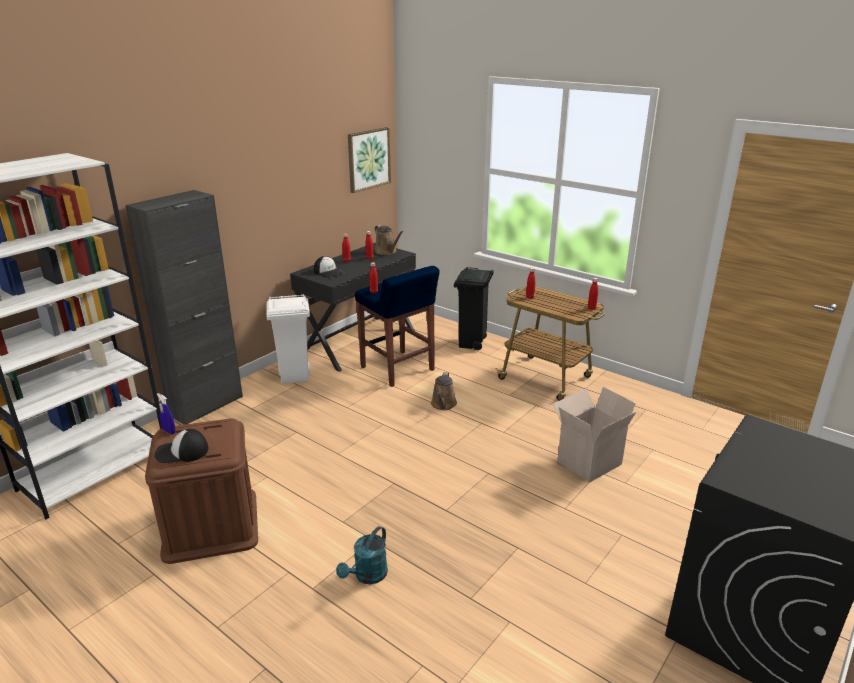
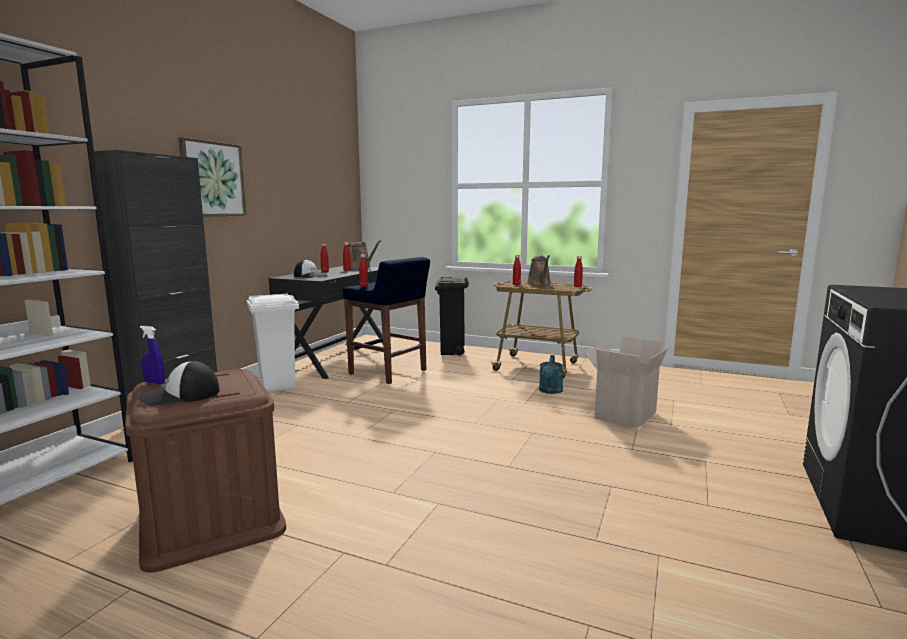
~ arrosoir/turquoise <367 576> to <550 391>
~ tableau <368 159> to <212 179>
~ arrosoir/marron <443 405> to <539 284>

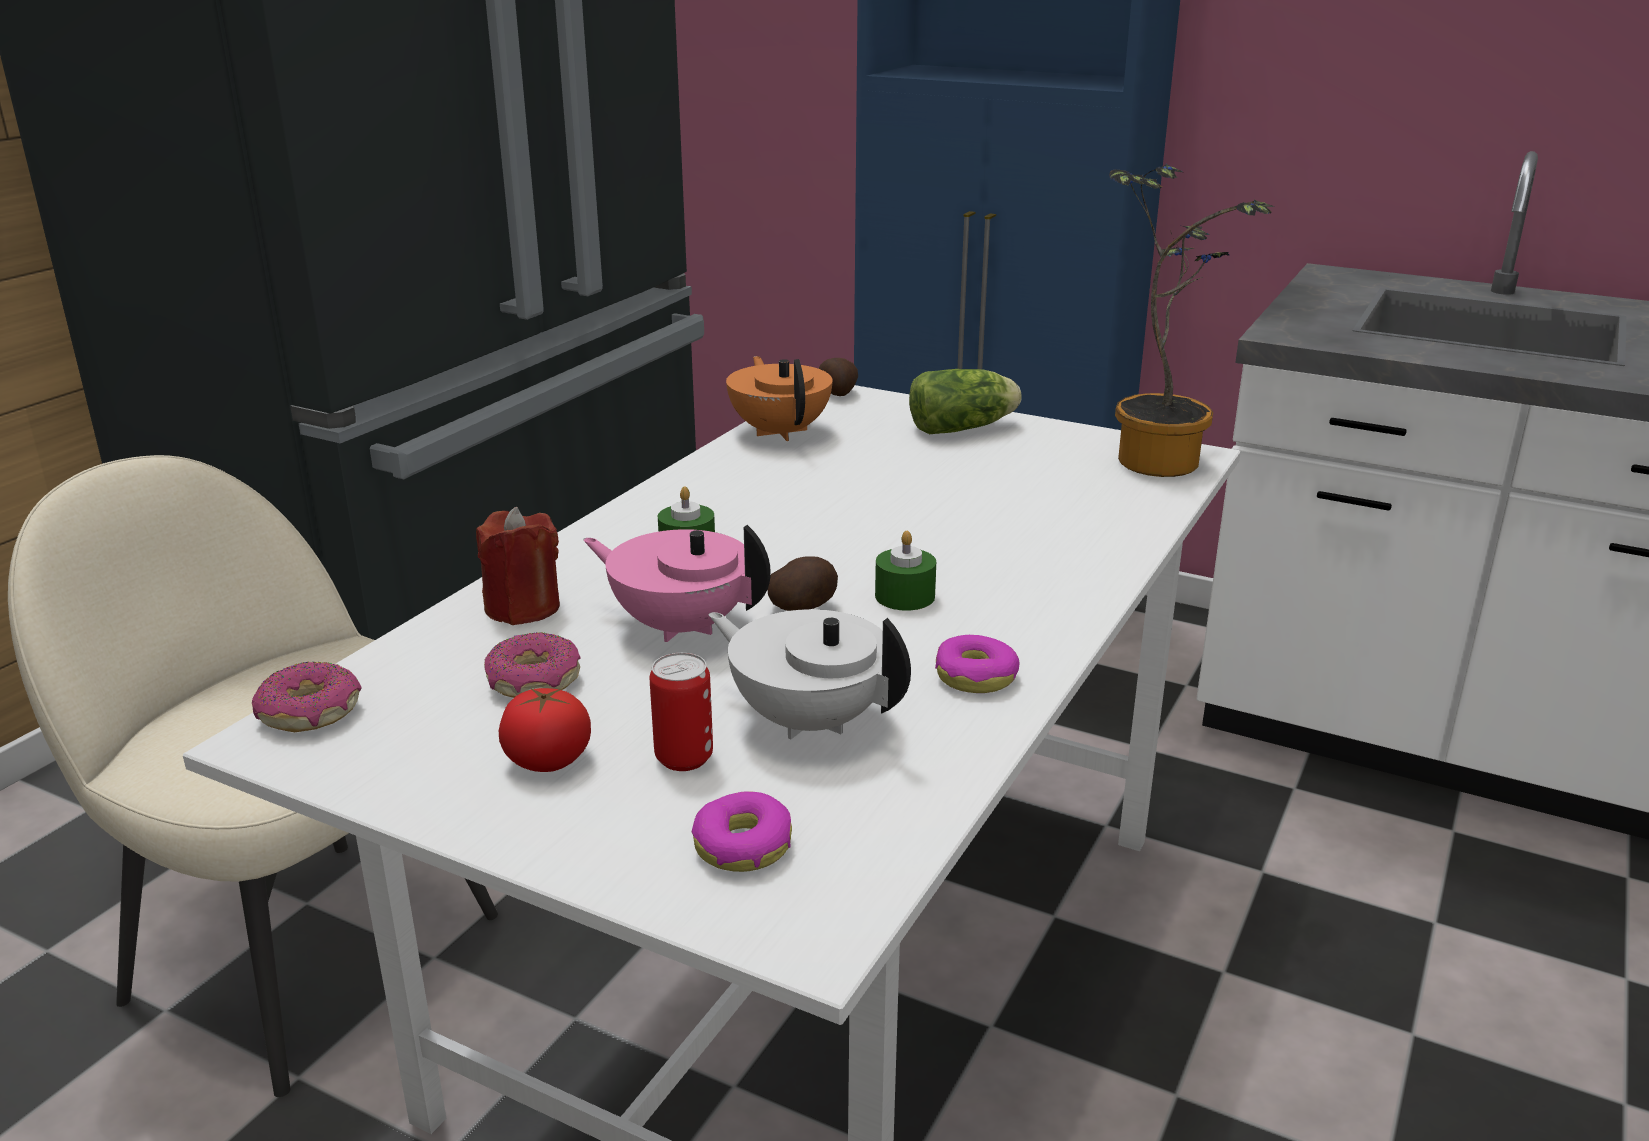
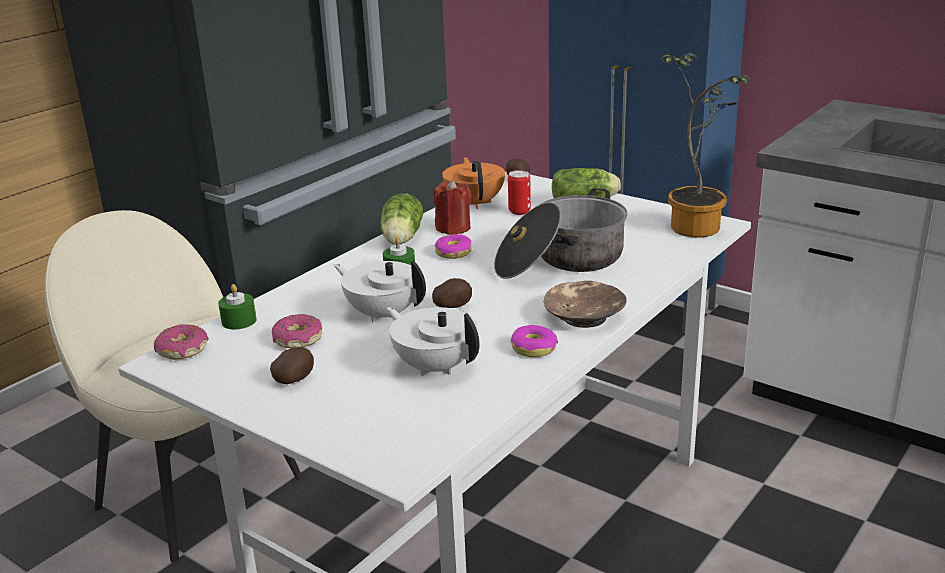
+ laitue <401 240>
+ marmite <561 261>
+ bol/marron <585 317>
~ bougie/rouge <523 608> to <453 228>
~ boîte métallique <684 758> to <519 211>
~ beignet <742 846> to <453 252>
~ bougie/vert <905 596> to <239 321>
~ tomate <548 760> to pomme de terre <295 379>
~ théière/rose <681 625> to théière/blanc <383 314>

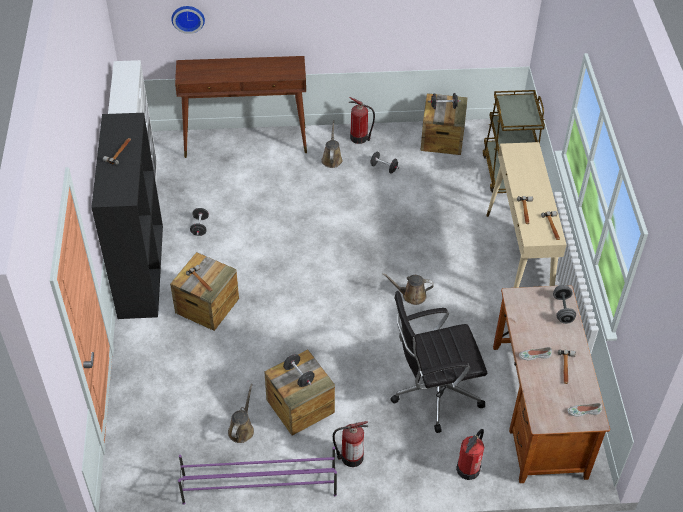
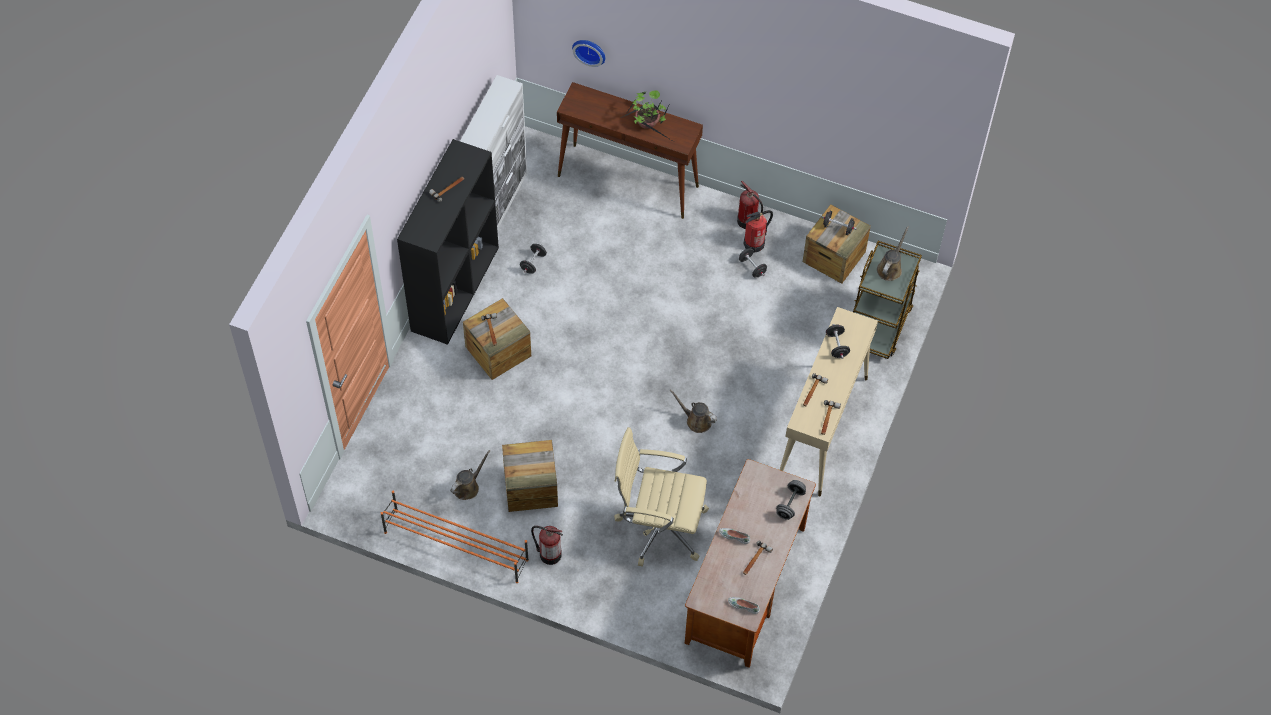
+ plante en pot <648 125>
~ haltère/noir <299 376> to <837 346>
~ arrosoir/marron <332 158> to <890 268>
~ extincteur <468 469> to <754 243>
~ étagère à chaussures/violet <258 486> to étagère à chaussures/orange <455 545>
~ chaise de bureau/noir <433 392> to chaise de bureau/beige <659 526>

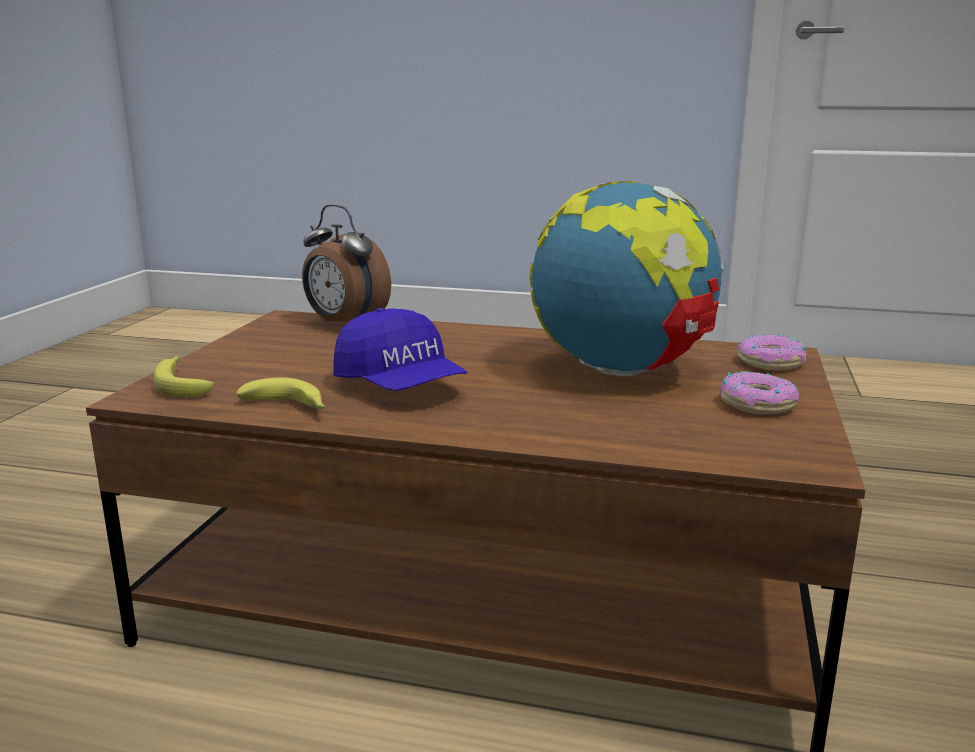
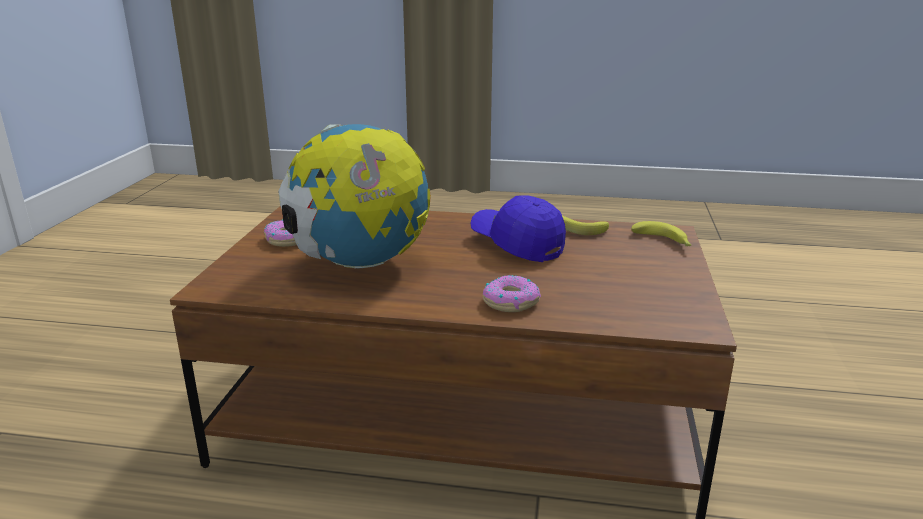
- réveil <344 324>
~ beignet <771 363> to <510 301>

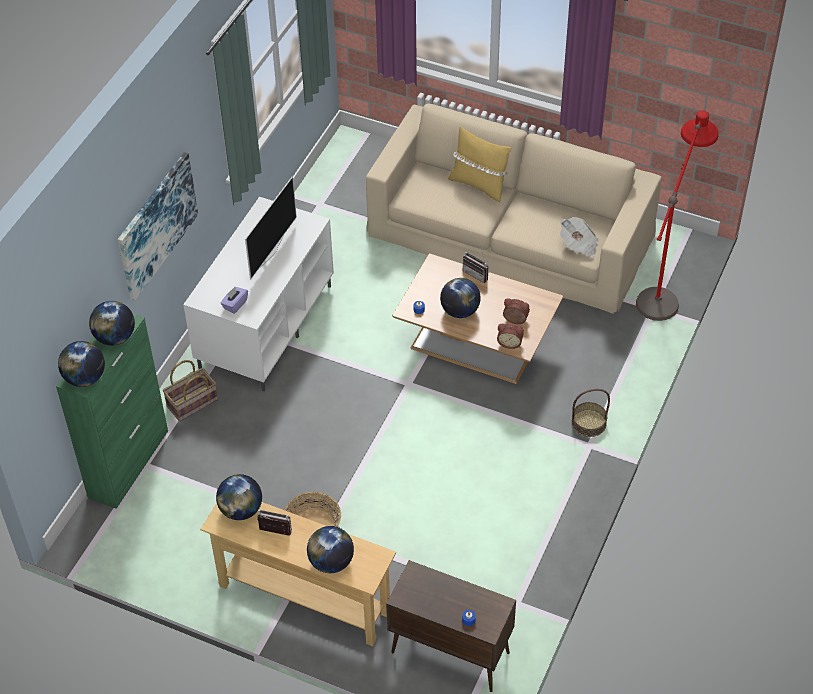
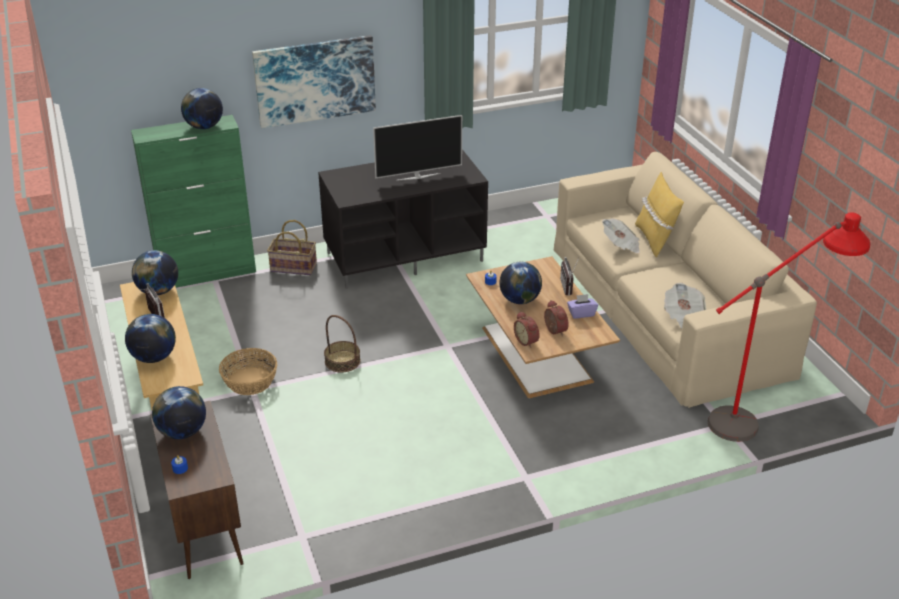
+ journal <621 245>
~ globe <85 378> to <182 432>
~ boîte à mouchoirs/violet <235 305> to <581 313>
~ panier <589 423> to <342 361>
~ meuble télé/blanc <265 325> to meuble télé/noir <405 256>

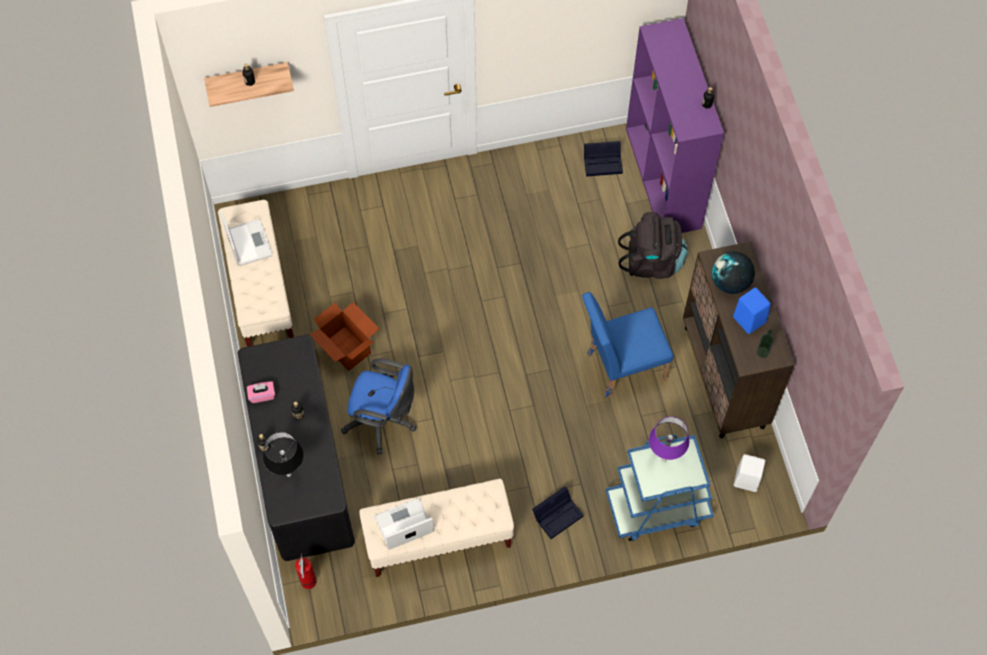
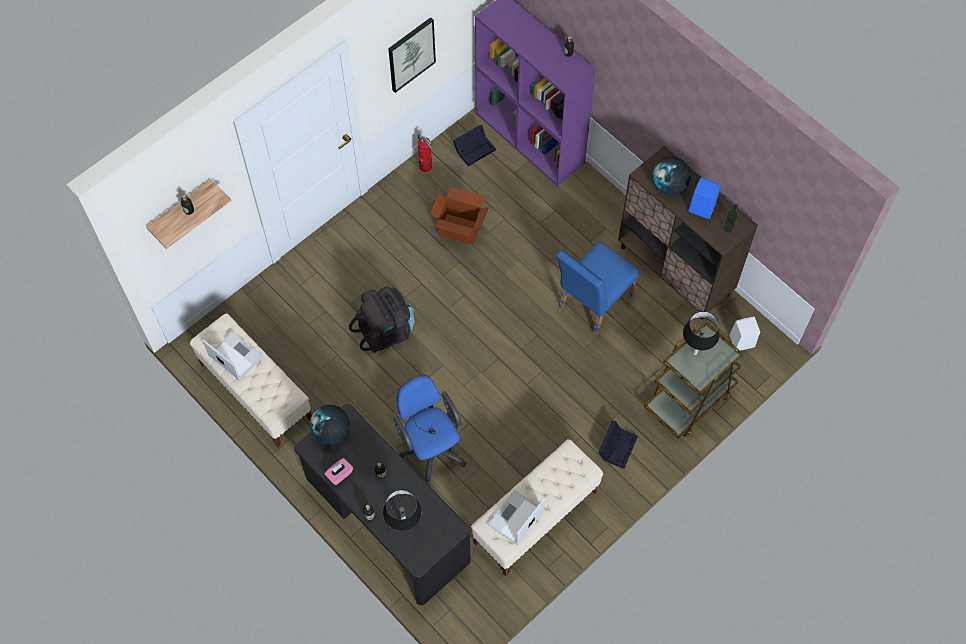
+ globe <331 432>
+ tableau <411 54>
~ extincteur <308 583> to <426 167>
~ carton <347 348> to <460 228>
~ sac à dos/noir <652 262> to <386 331>
~ chariot/bleu <657 507> to chariot/marron <689 399>
~ lampe de table/violet <664 459> to lampe de table/noir <695 353>
~ chaise de bureau/bleu <383 421> = <430 447> 105 degrees counterclockwise

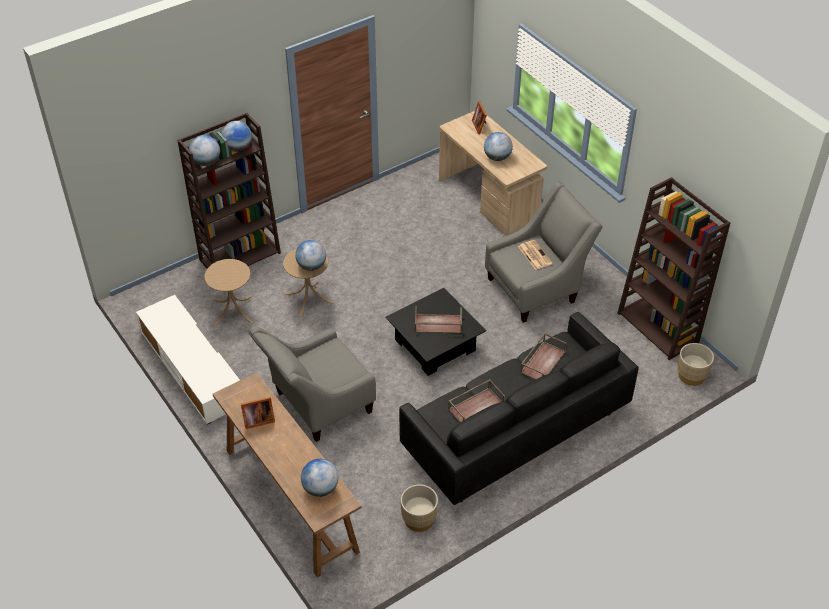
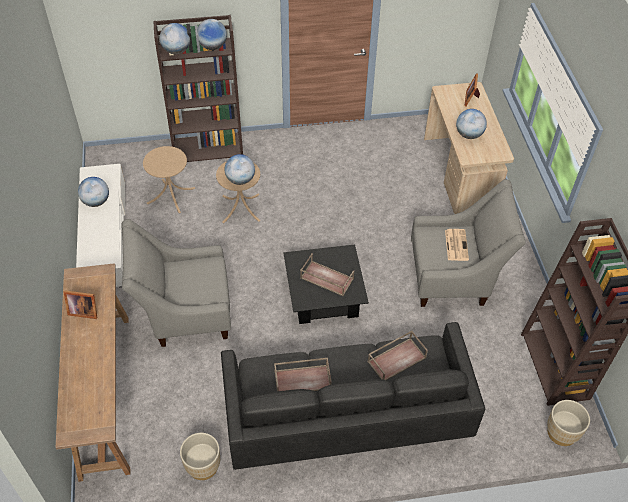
~ globe <320 488> to <96 202>

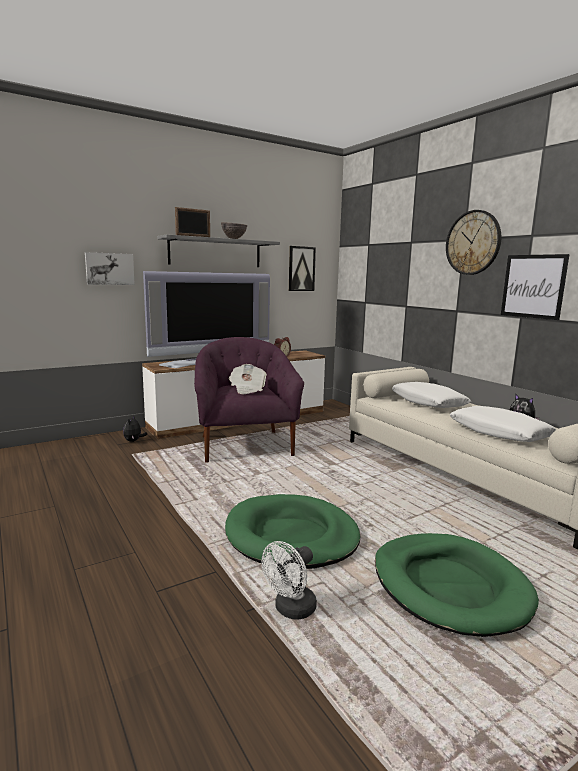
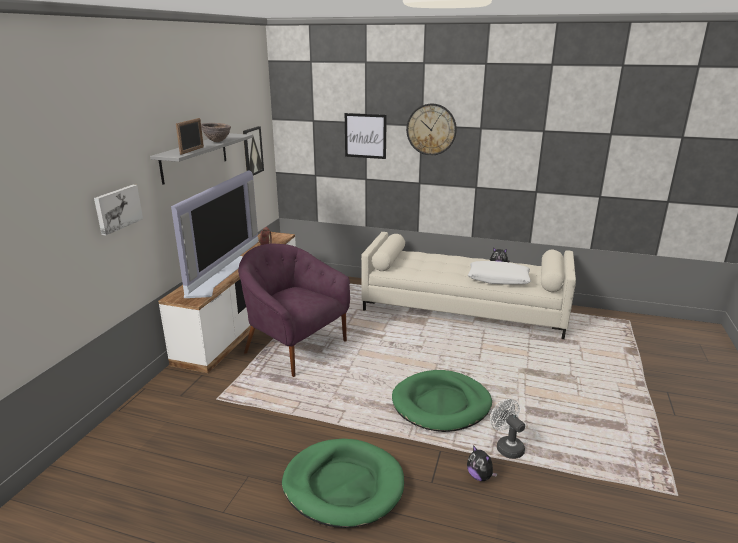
- journal <247 389>
- coussin/blanc <428 403>
~ peluche <134 441> to <480 476>
~ panier pour chien/vert <449 586> to <343 485>
~ tableau <533 286> to <365 136>
~ ventilateur/blanc <291 610> = <506 446> 150 degrees clockwise

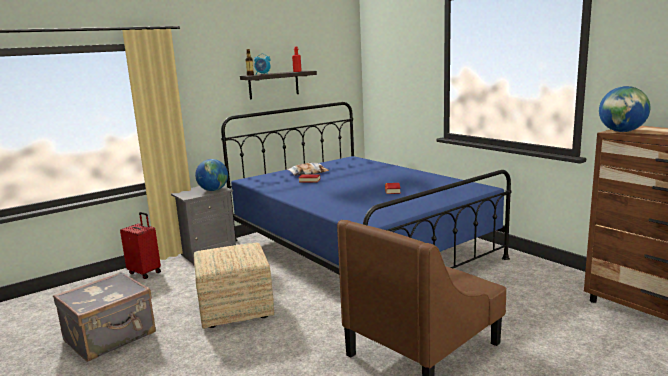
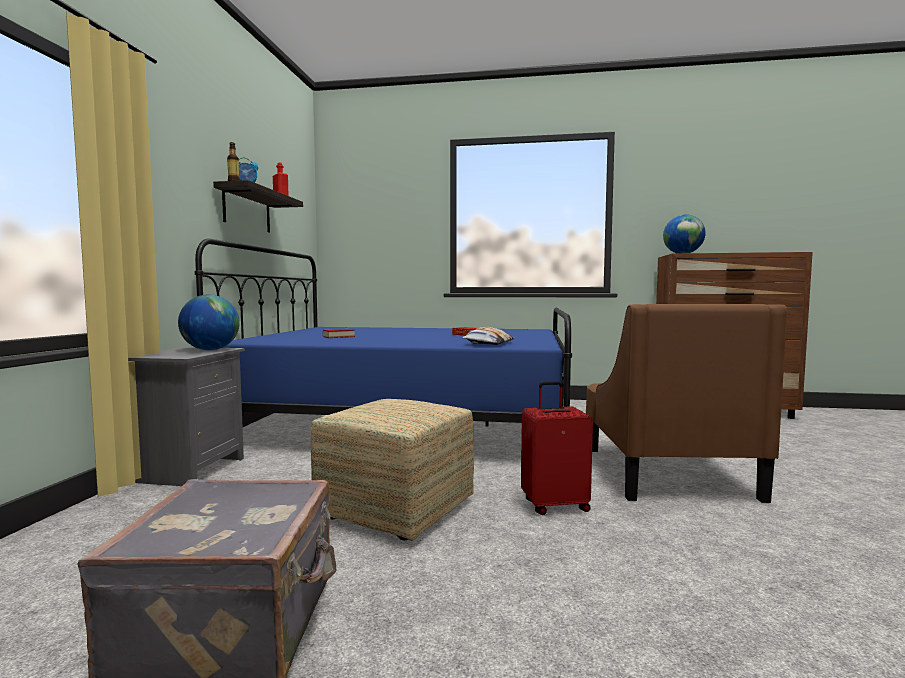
~ valise/rouge <145 272> to <554 505>
~ coussin <308 173> to <488 344>

